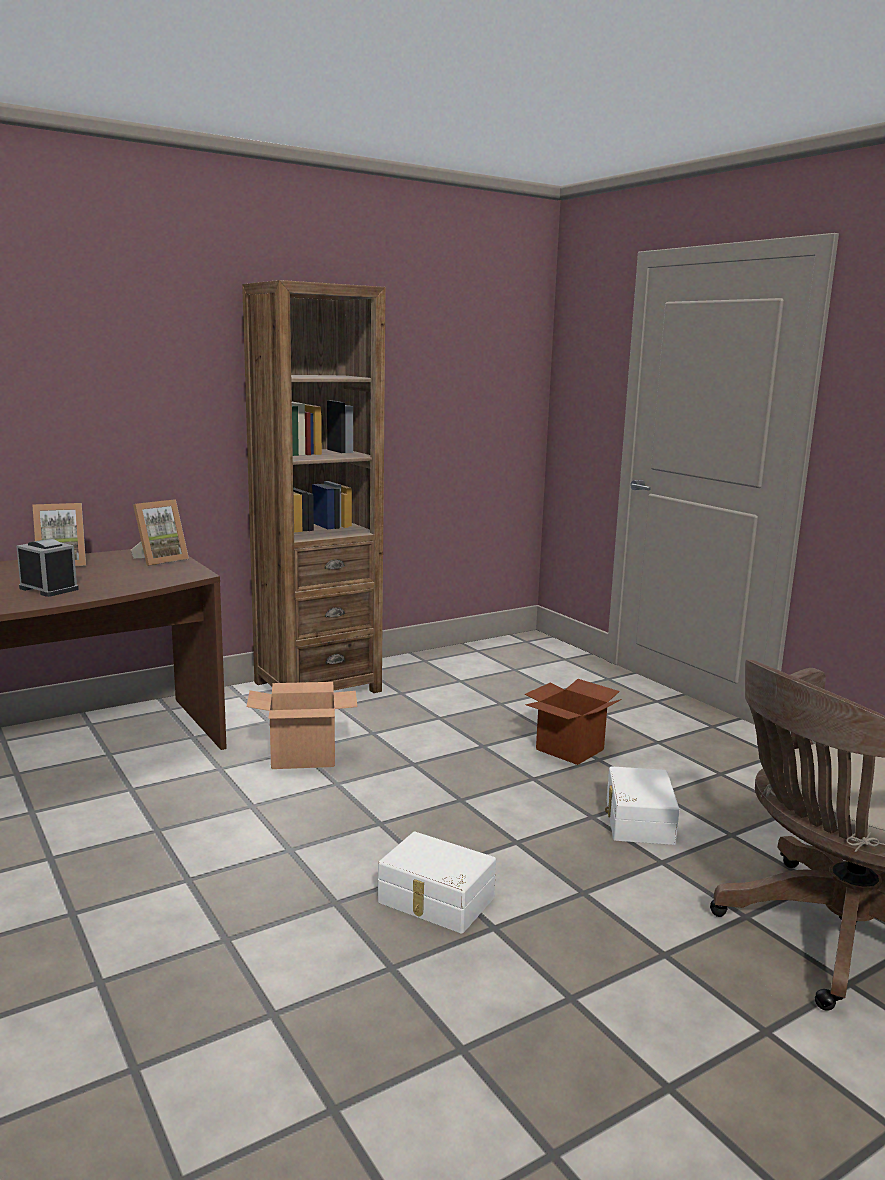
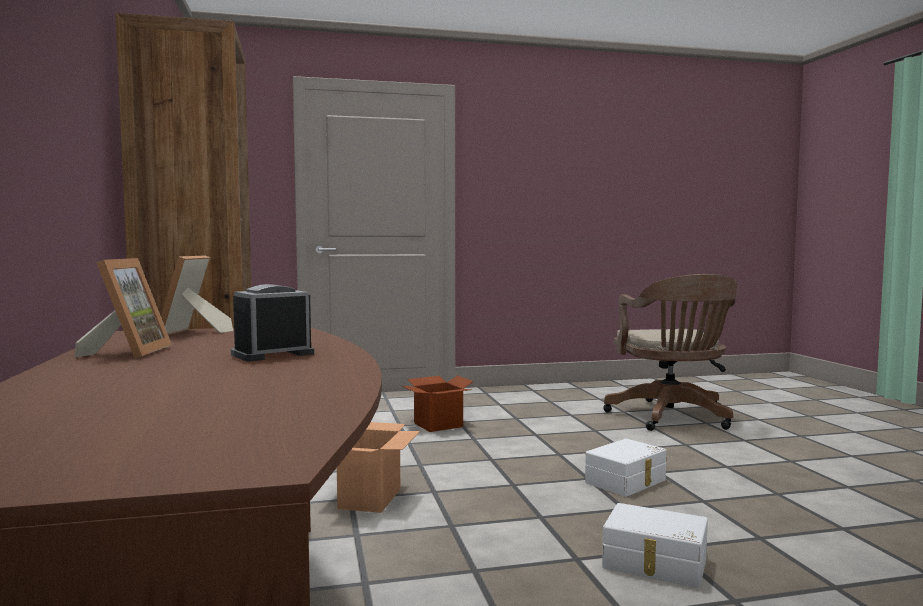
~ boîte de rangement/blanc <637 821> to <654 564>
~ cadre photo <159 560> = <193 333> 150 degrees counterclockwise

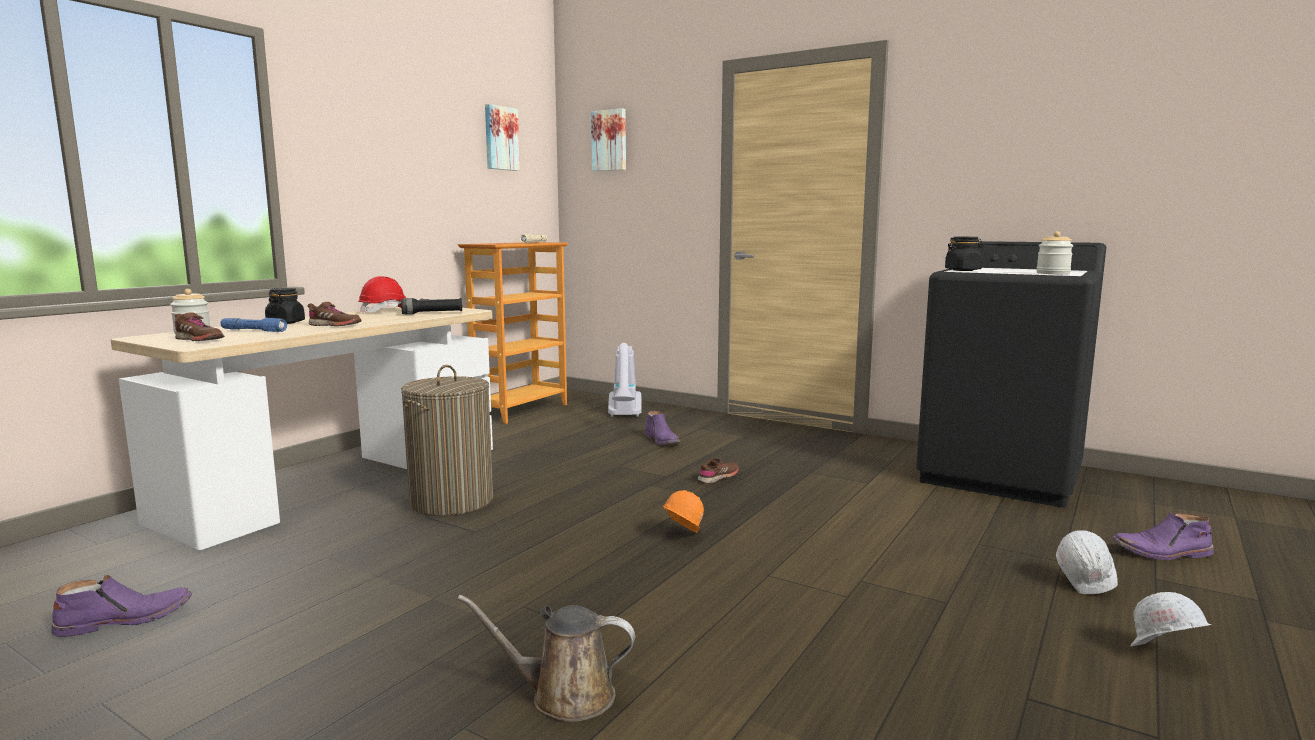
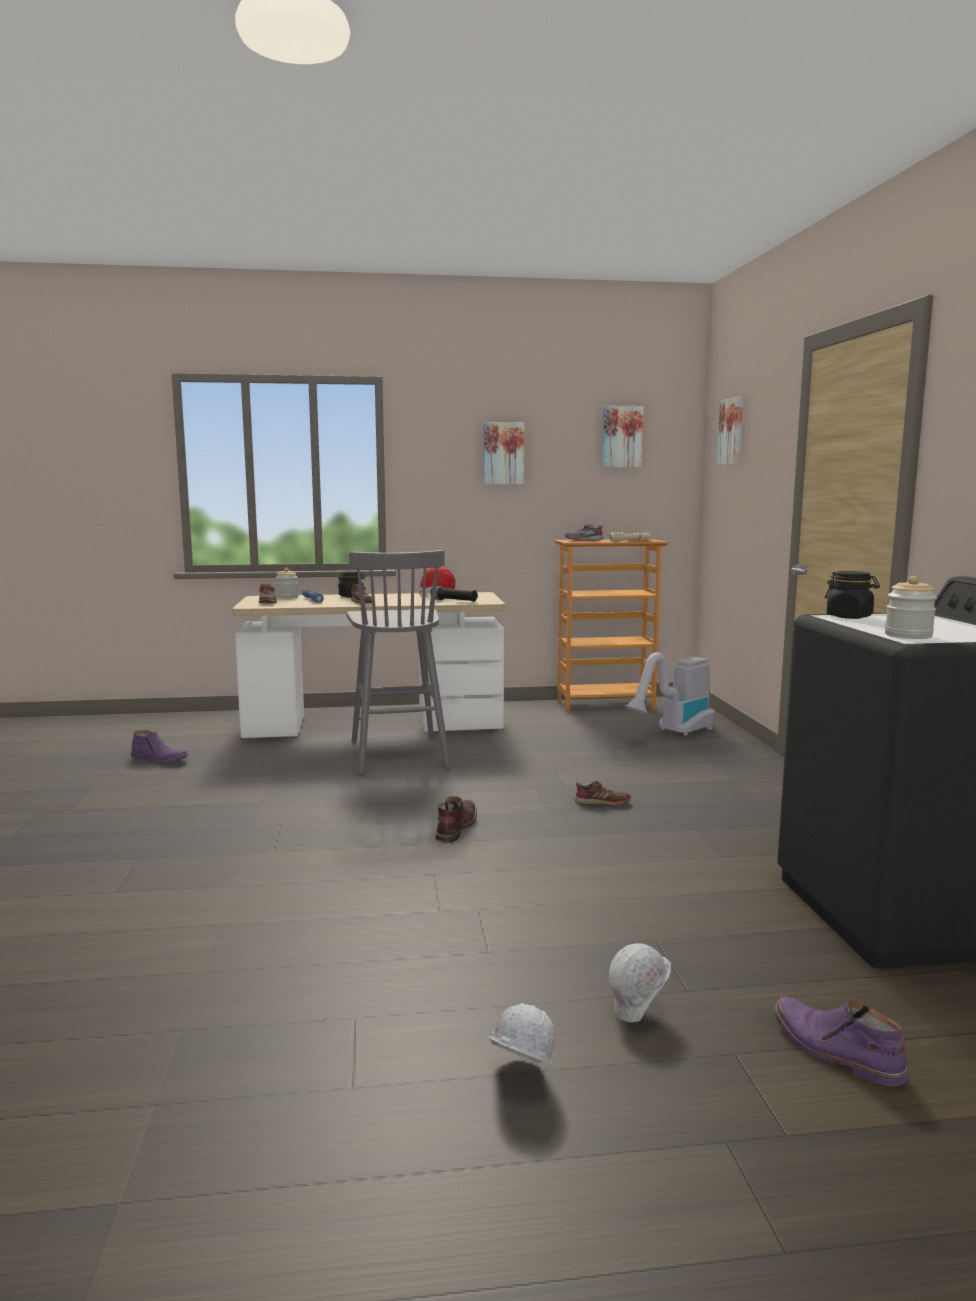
- arrosoir/marron <564 696>
- botte/violet <662 440>
+ tableau <503 453>
+ chaussure/gris <584 540>
~ panier à linge <451 501> to tabouret/gris <398 754>
~ casque de chantier/orange <681 536> to botte/marron <455 828>

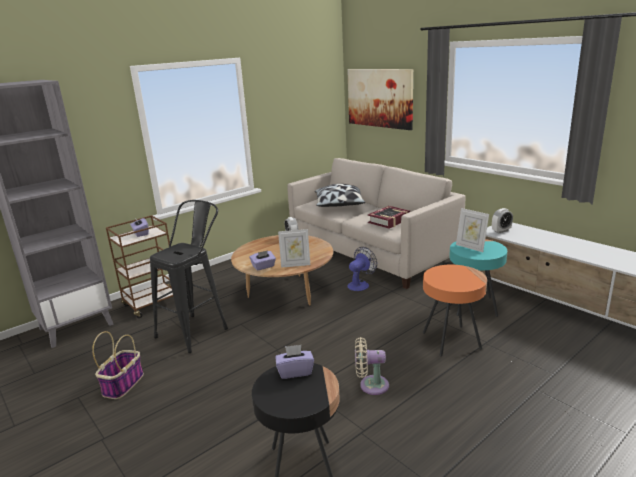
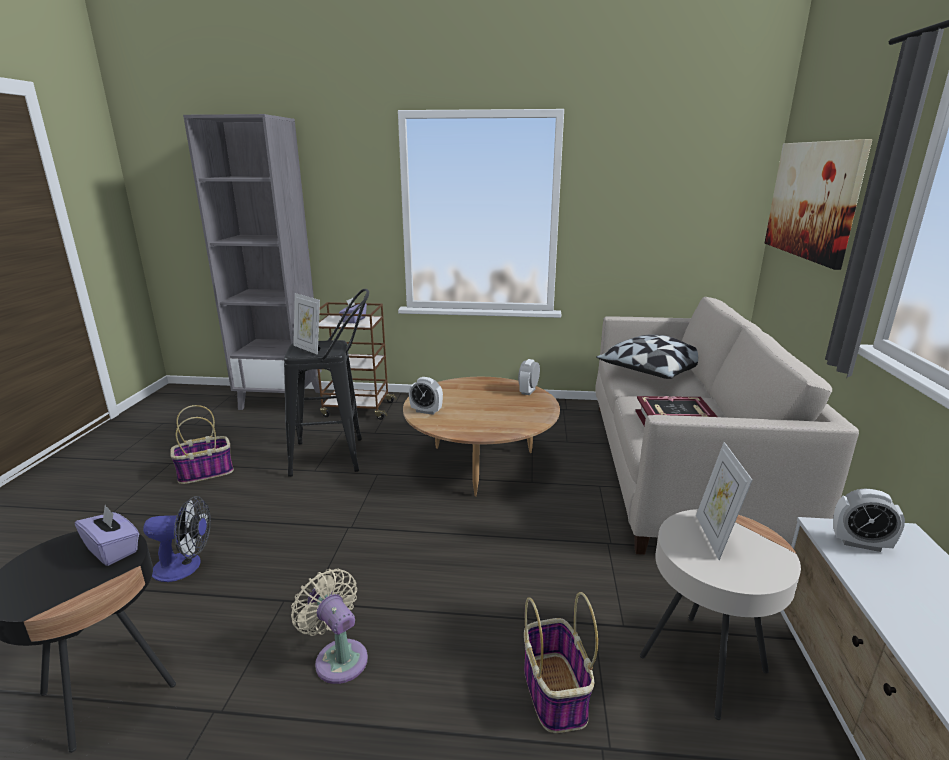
~ cadre photo <295 265> to <309 348>
~ ventilateur <360 284> to <185 567>
~ boîte à mouchoirs/violet <263 267> to réveil <426 411>
~ table d'appoint/orange <451 341> to panier <553 691>
~ table d'appoint/turquoise <474 306> to table d'appoint/beige <703 664>

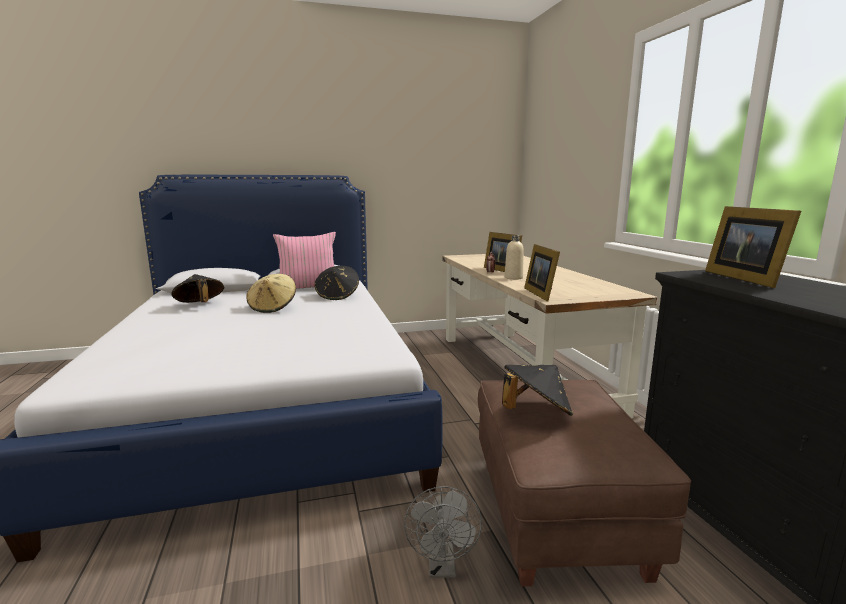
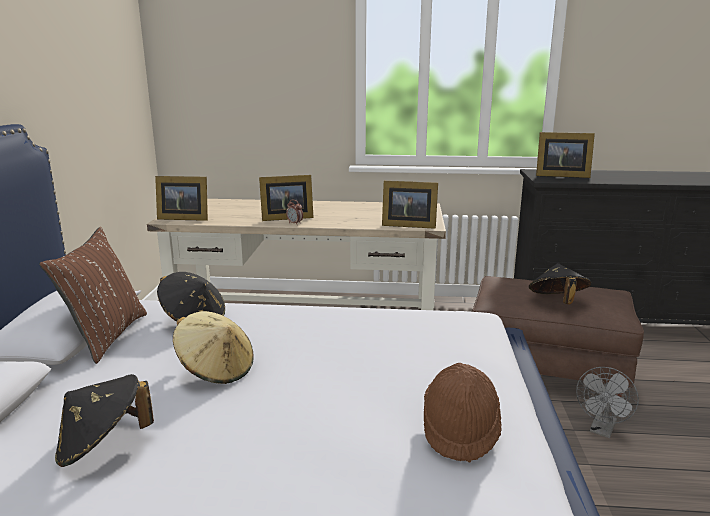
- bouteille/beige <513 278>
+ cadre photo <183 218>
+ chapeau/marron <460 430>
~ coussin/rose <308 288> to coussin/marron <106 336>
~ ventilateur/gris <442 567> = <602 430> 105 degrees clockwise

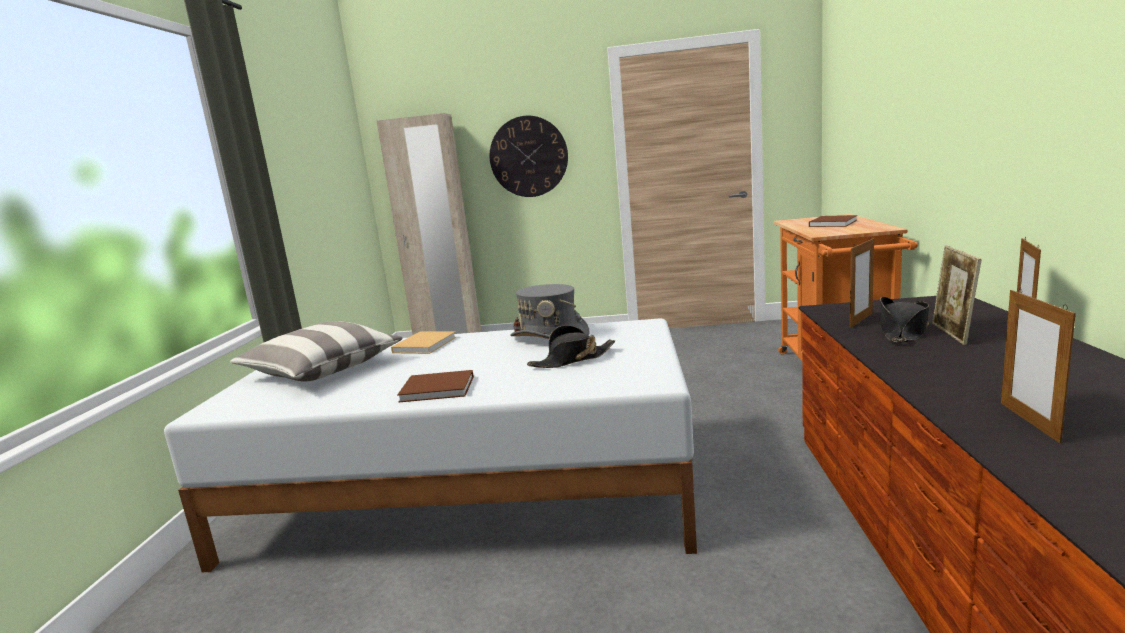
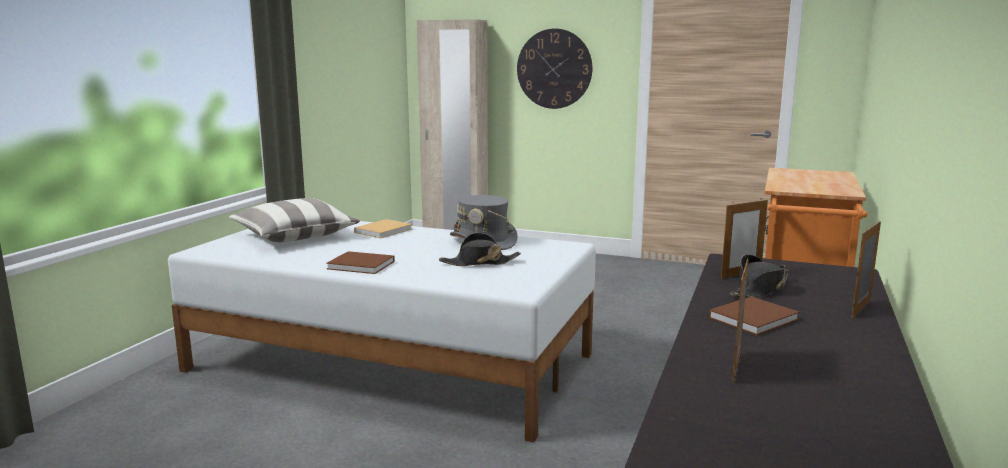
- cadre photo <952 334>
~ livre/marron <833 223> to <755 318>

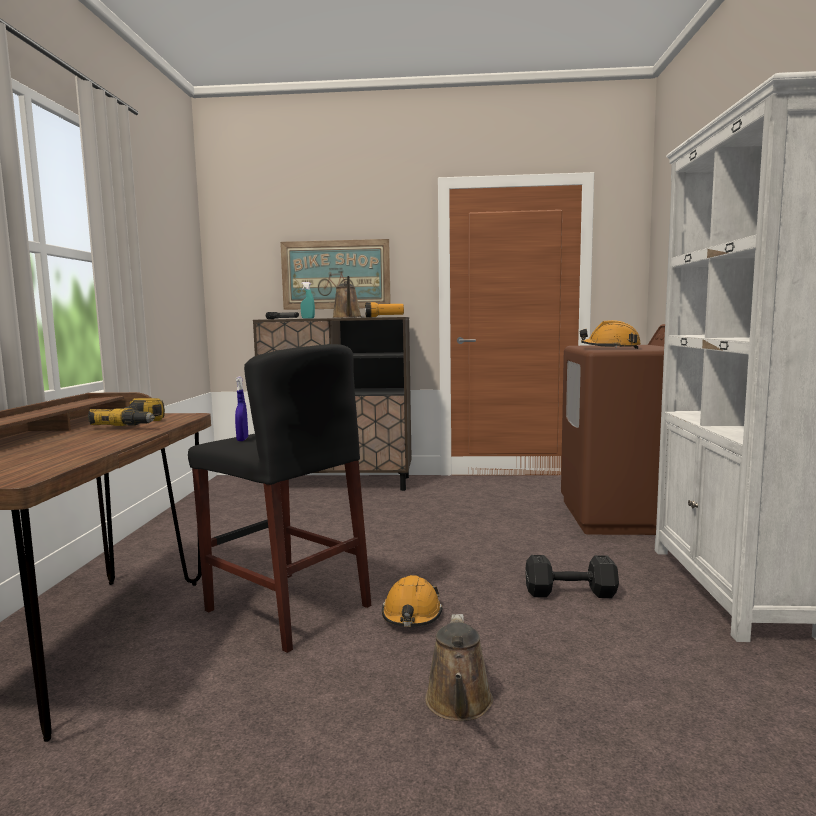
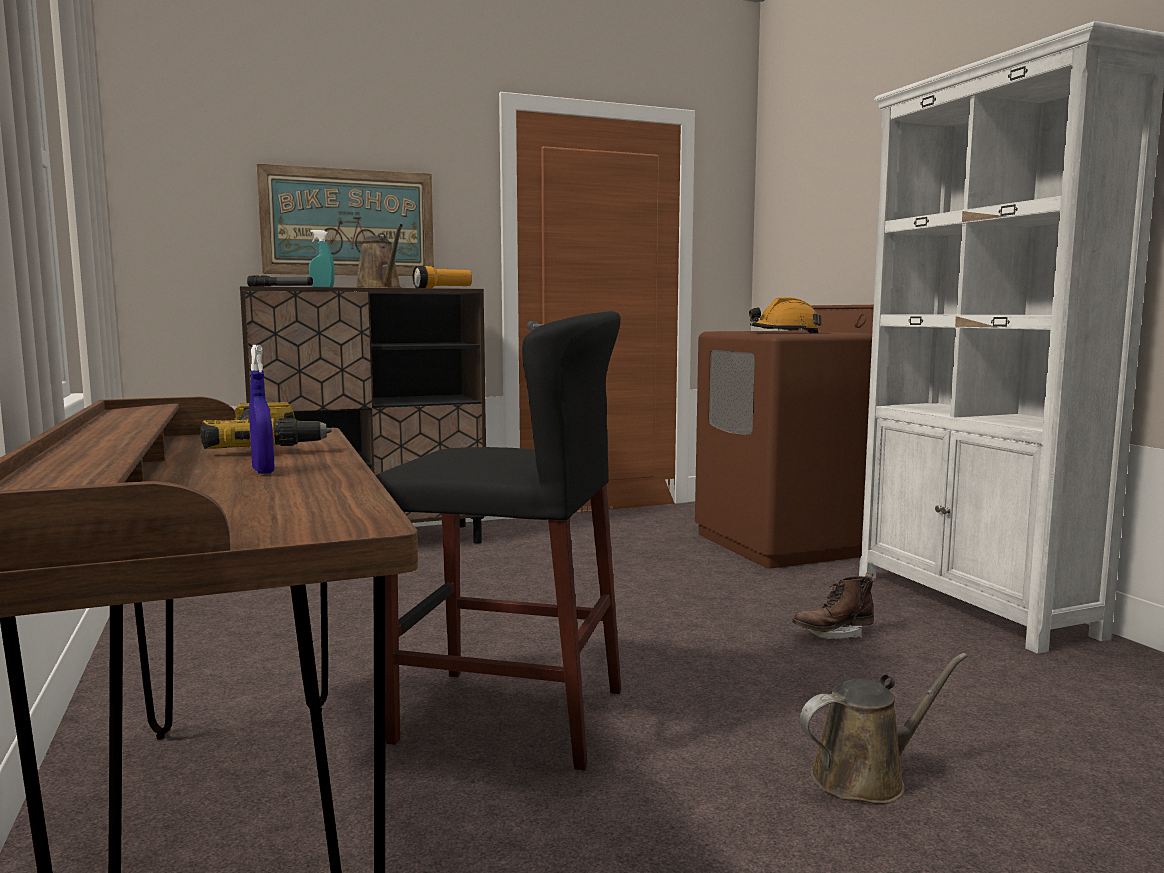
- casque de chantier/orange <412 615>
~ vaporisateur/bleu <242 439> to <263 471>
~ haltère/noir <572 593> to botte/marron <833 634>
~ arrosoir/marron <459 704> = <866 777> 90 degrees counterclockwise

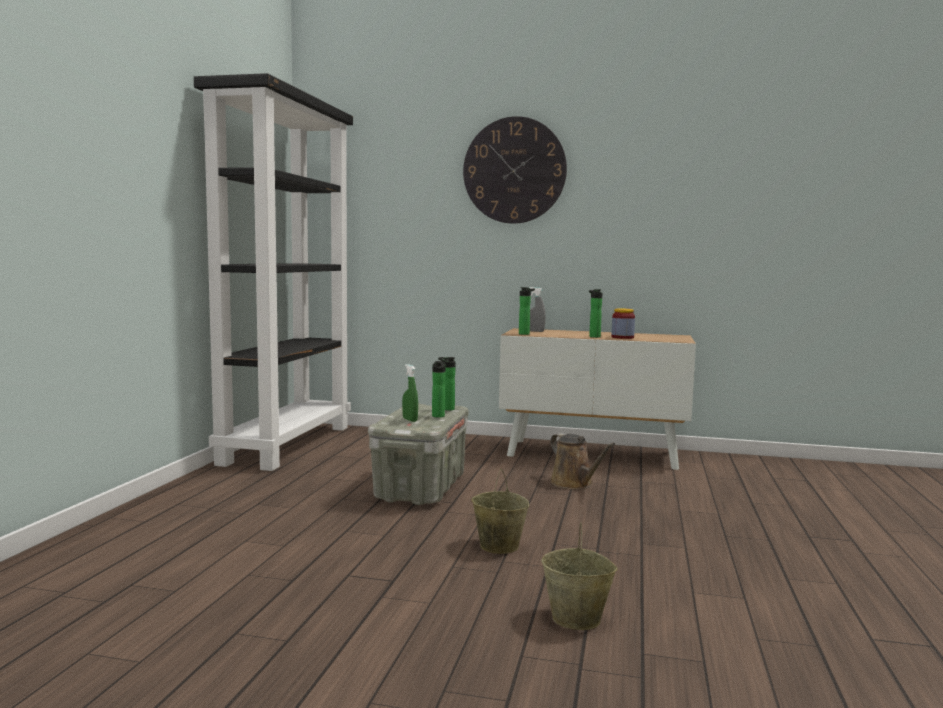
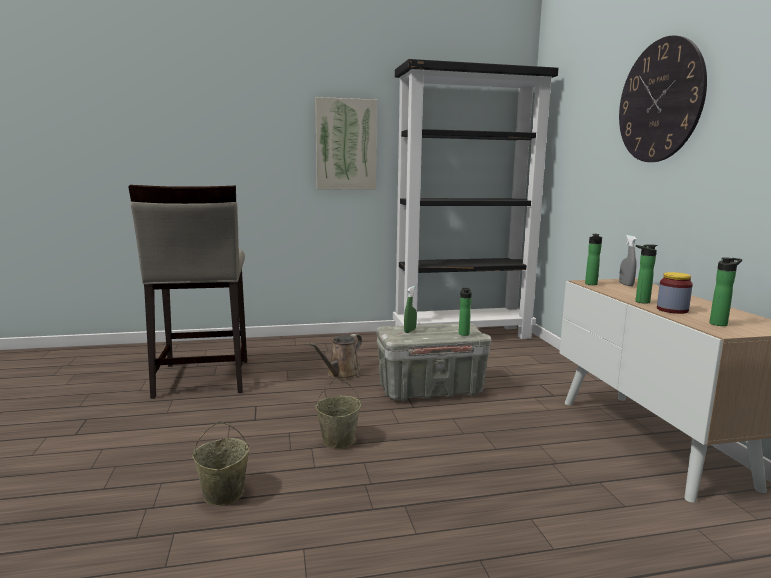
+ tabouret/beige <202 378>
+ tableau <346 144>
~ bouteille <438 415> to <720 324>
~ arrosoir/marron <574 484> to <342 374>

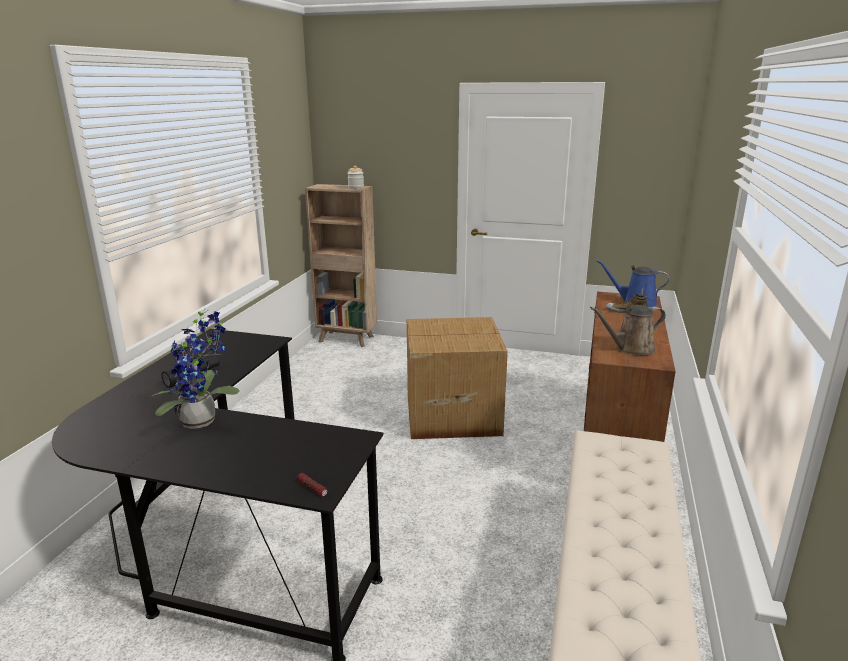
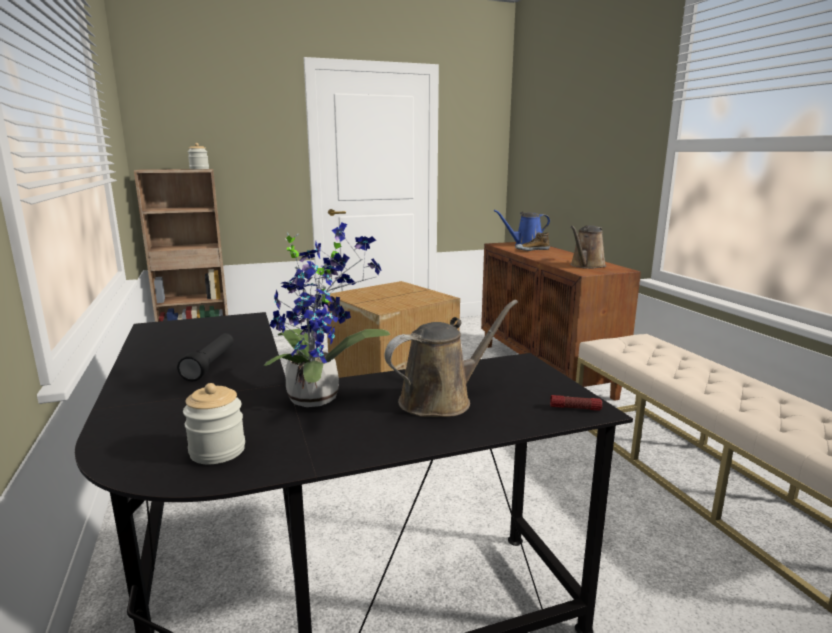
+ bocal <217 451>
+ arrosoir/marron <441 400>

